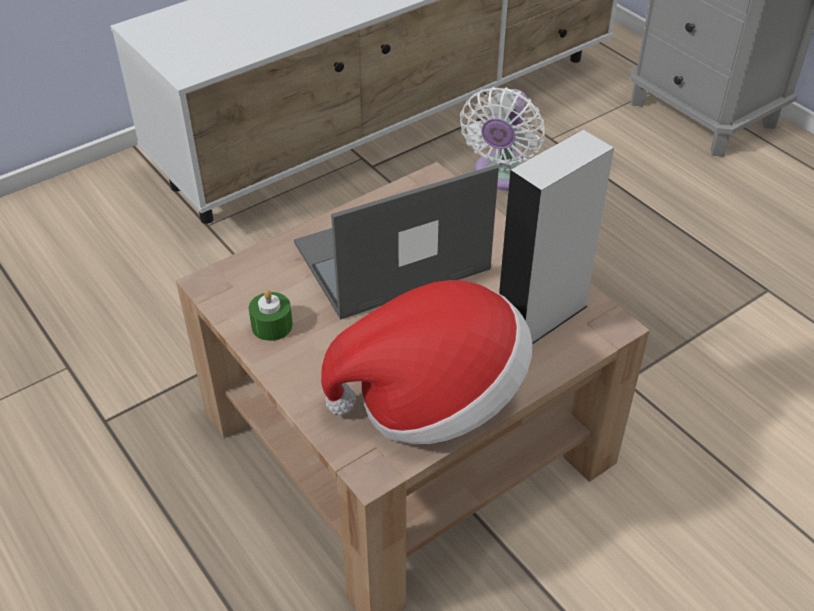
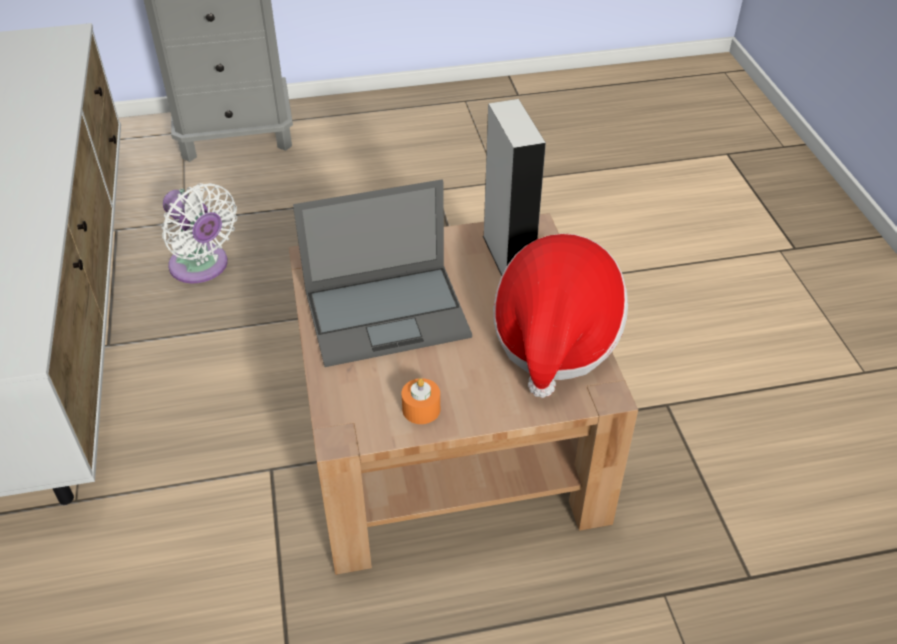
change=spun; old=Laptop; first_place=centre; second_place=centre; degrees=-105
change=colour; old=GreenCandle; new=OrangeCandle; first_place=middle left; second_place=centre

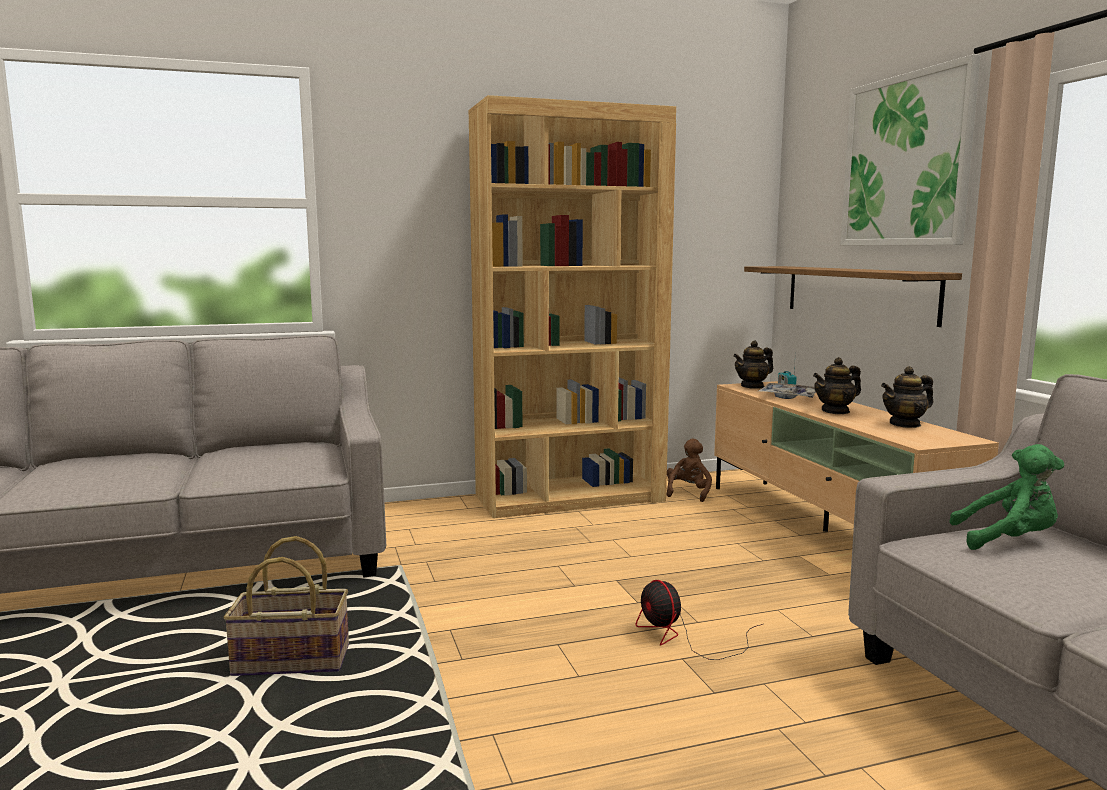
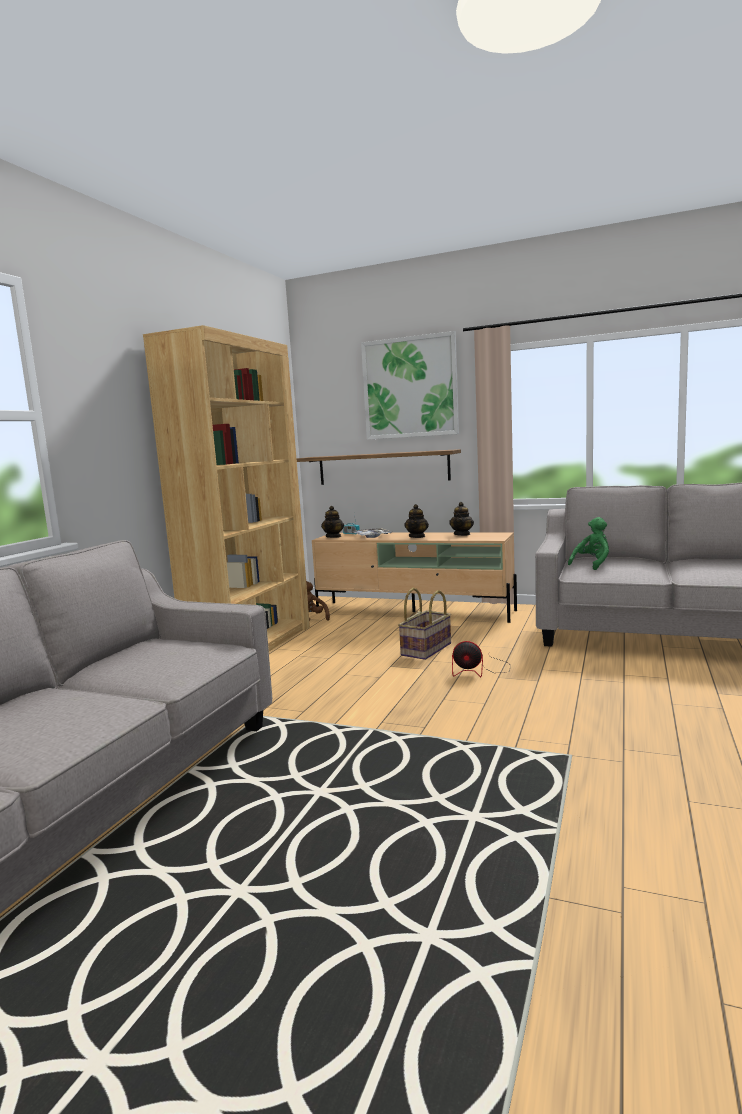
change=relocated; old=Basket; first_place=bottom left; second_place=centre

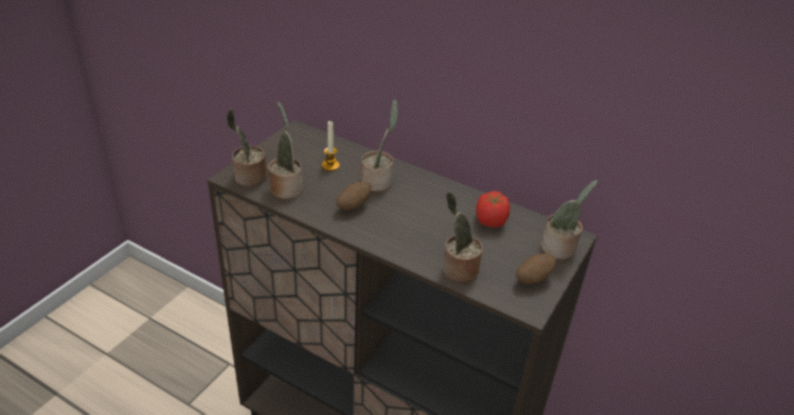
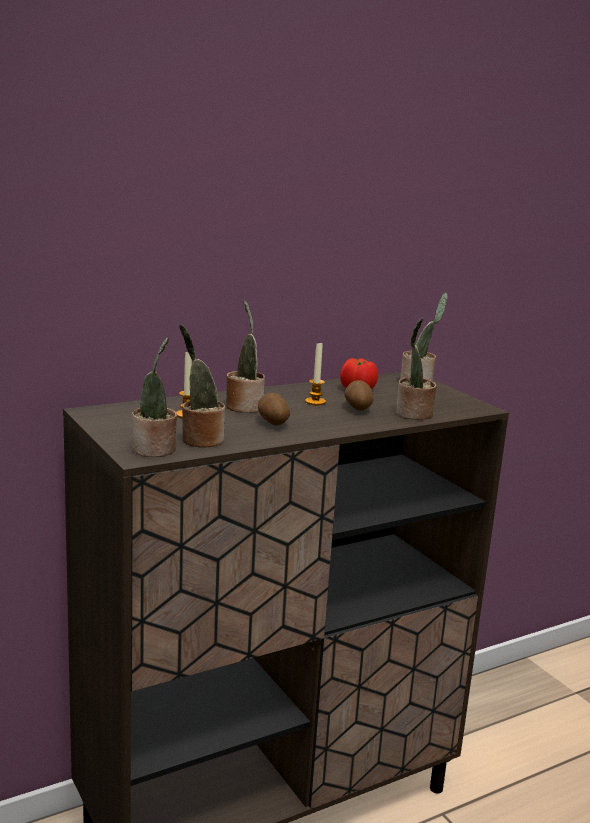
change=relocated; old=Potato (no. 2 from left); first_place=middle right; second_place=centre
change=appeared; new=Candle (no. 2 from left); second_place=centre

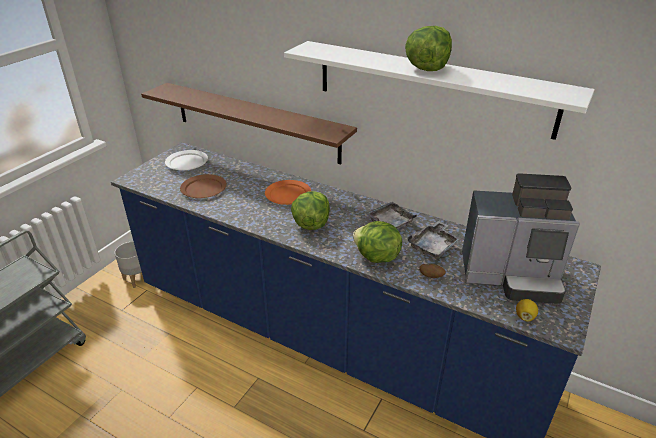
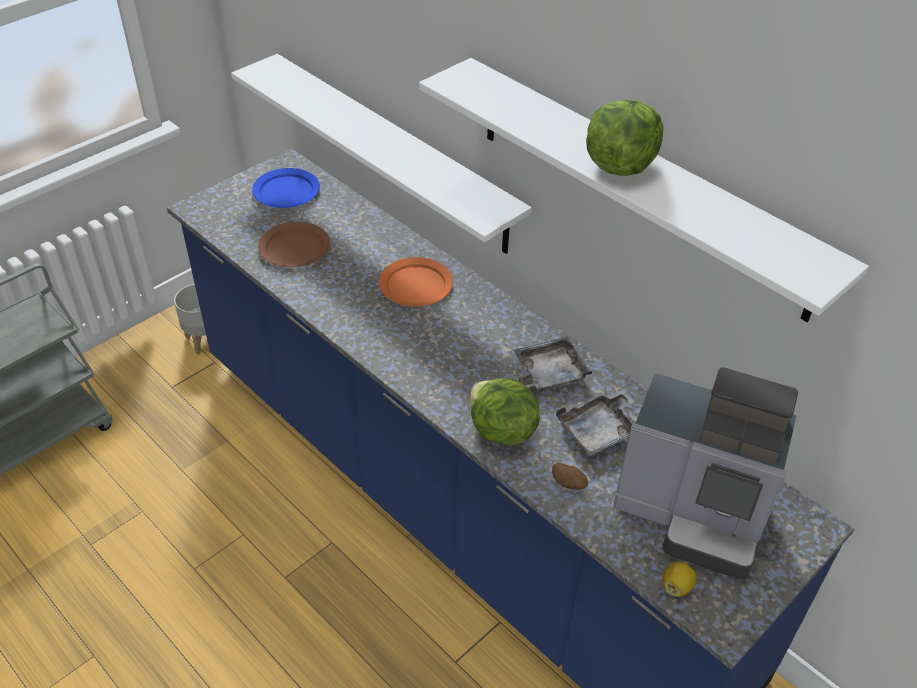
change=colour; old=BrownShelf; new=WhiteShelf (no. 1 from left); first_place=top centre; second_place=top centre
change=colour; old=WhitePlate; new=BluePlate; first_place=middle left; second_place=top left
change=missing; old=Lettuce (no. 1 from left); first_place=centre

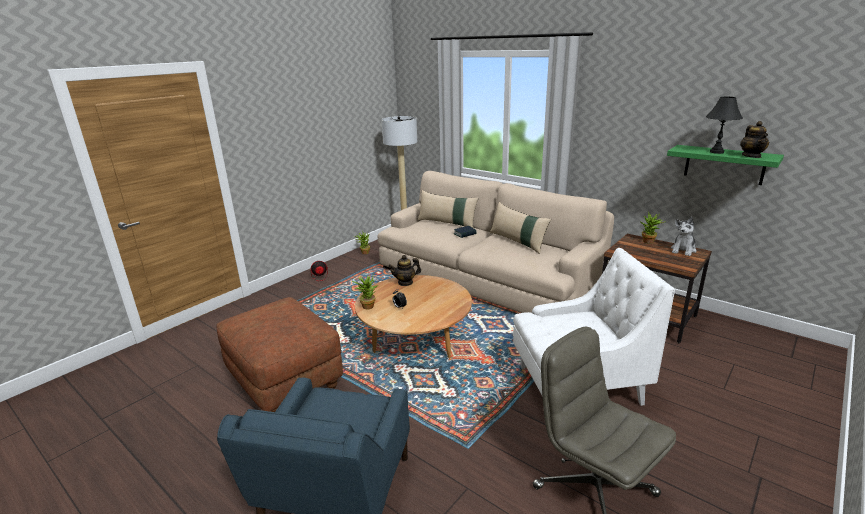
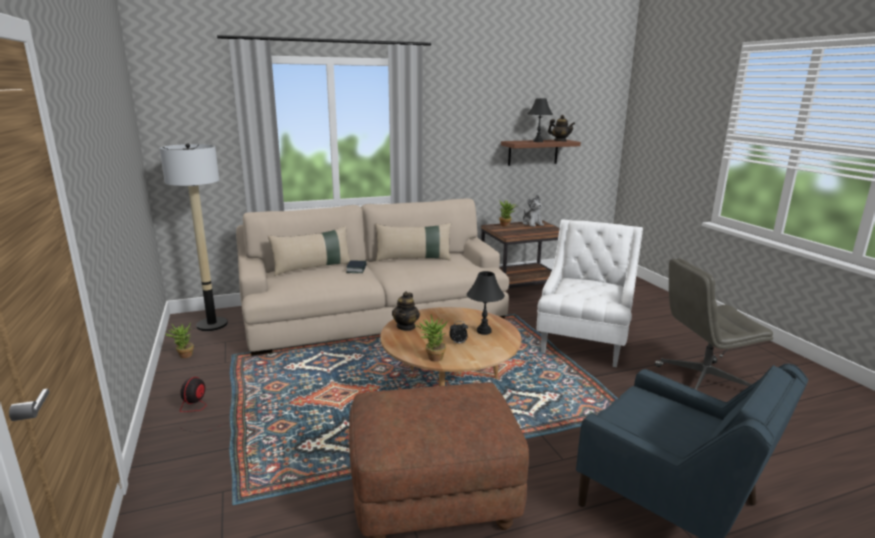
change=colour; old=GreenShelf; new=BrownShelf; first_place=top right; second_place=top centre
change=appeared; new=BlackTableLamp (no. 1 from left); second_place=centre

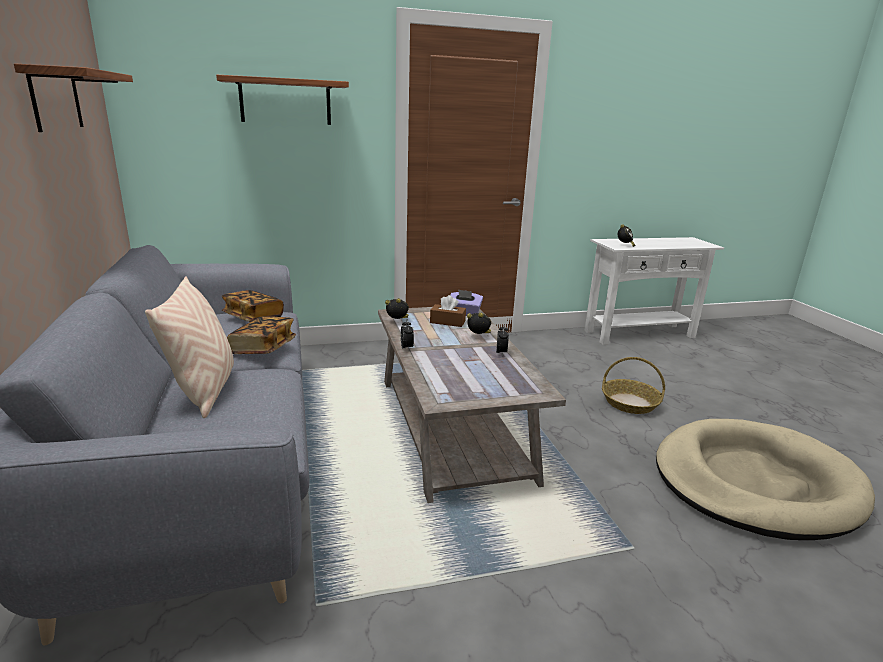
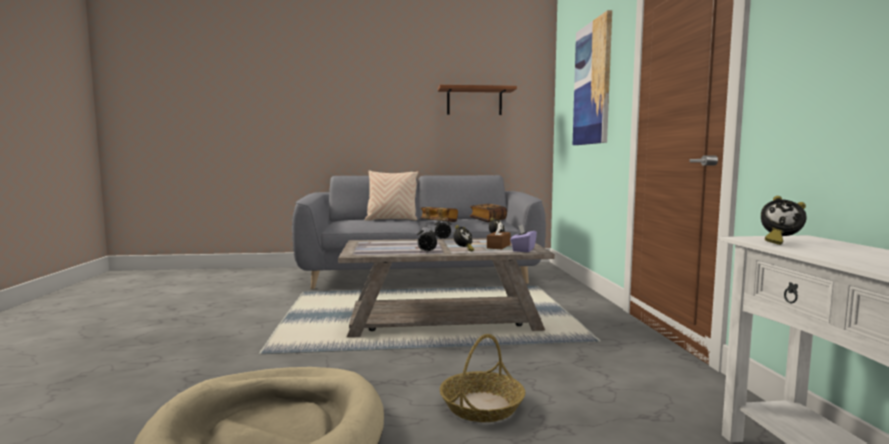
change=exchanged; old=Shelf (no. 2 from left); new=Picture; first_place=top left; second_place=top centre

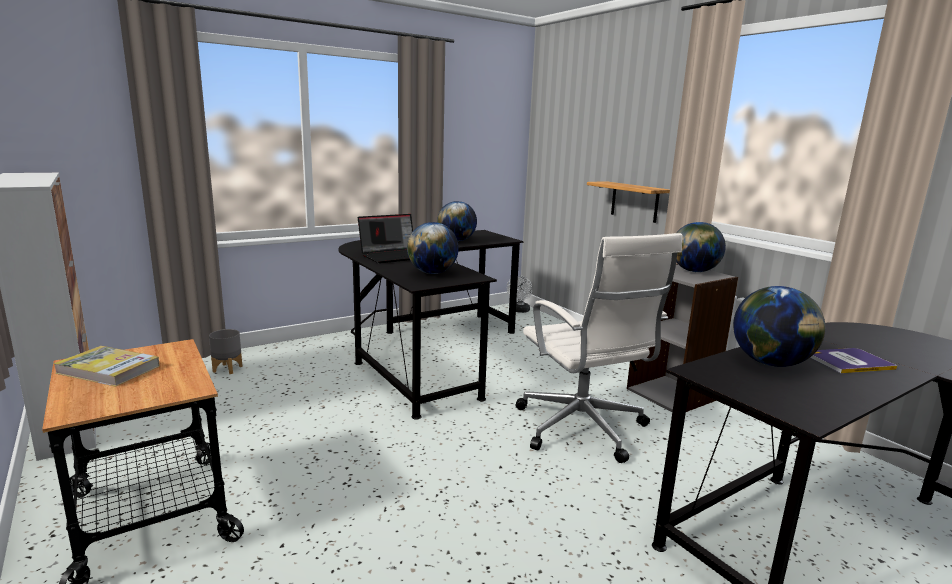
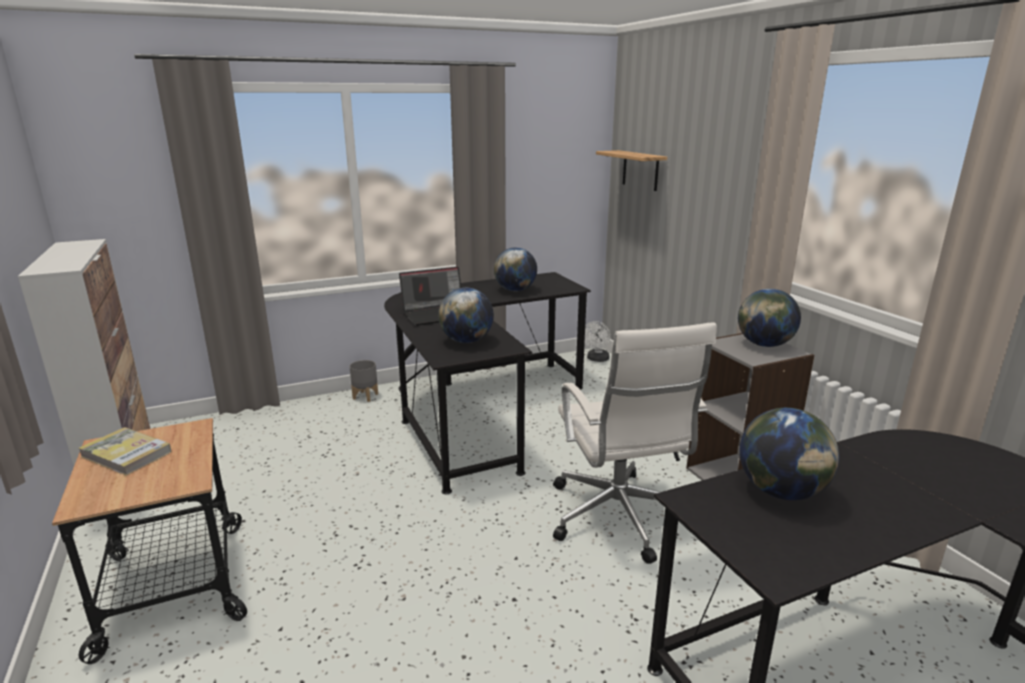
change=relocated; old=Shelf; first_place=centre; second_place=top centre
change=relocated; old=GreyPlanter; first_place=middle left; second_place=centre
change=missing; old=Book (no. 2 from left); first_place=middle right

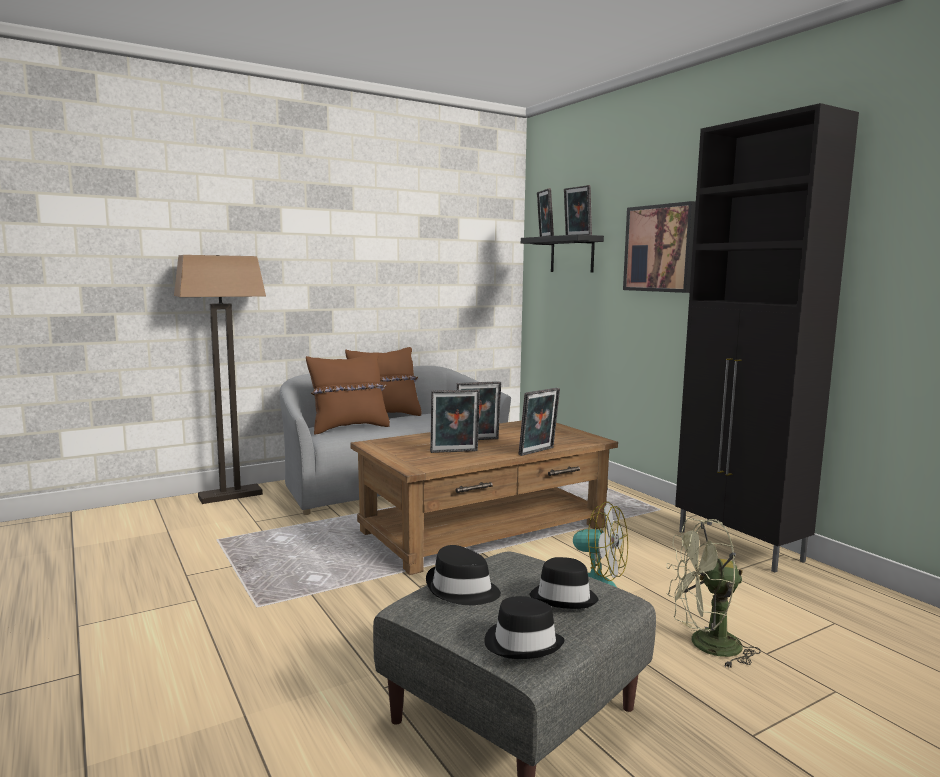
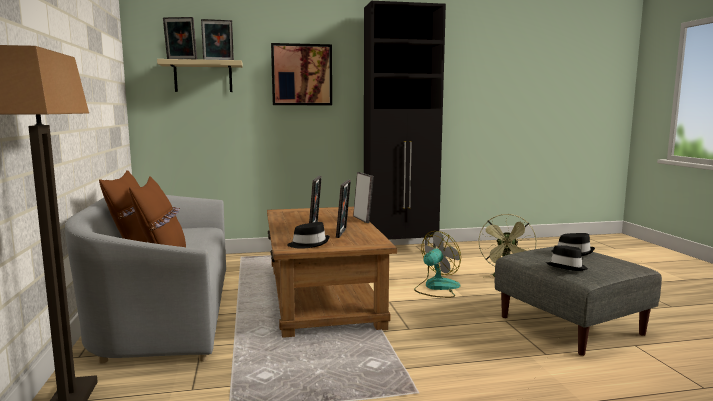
change=colour; old=BlackShelf; new=BeigeShelf; first_place=top centre; second_place=top left
change=relocated; old=BlackHat (no. 2 from left in the first image); new=BlackHat (no. 1 from left); first_place=bottom centre; second_place=centre

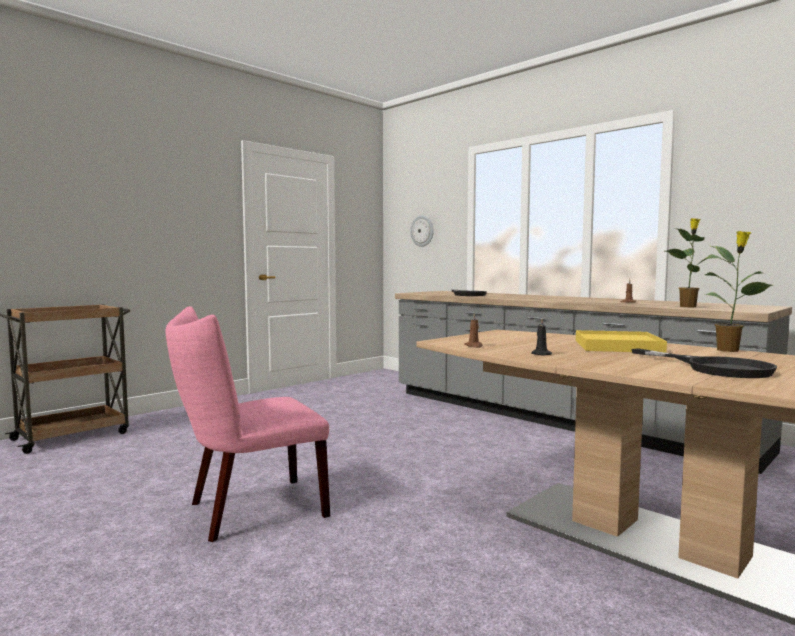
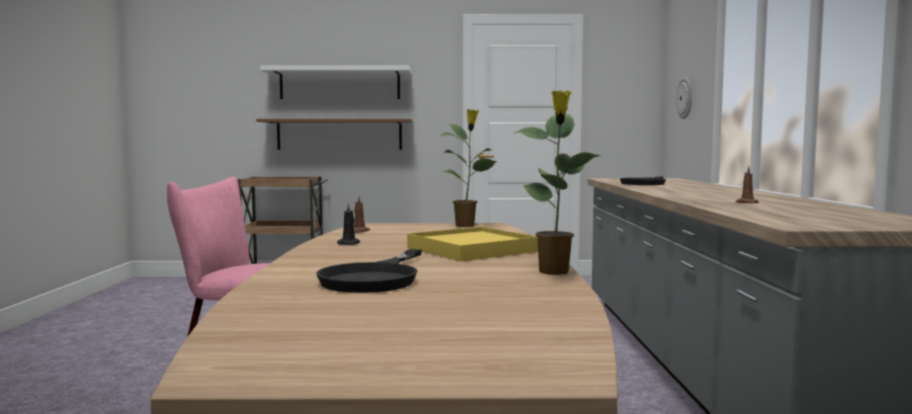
change=relocated; old=PottedPlant (no. 1 from left); first_place=middle right; second_place=centre
change=appeared; new=WhiteShelf; second_place=top centre
change=appeared; new=BrownShelf; second_place=top centre

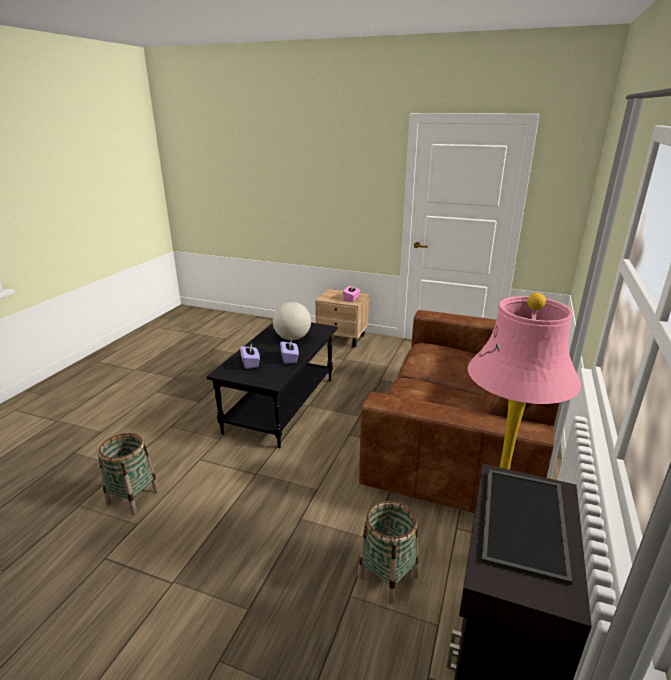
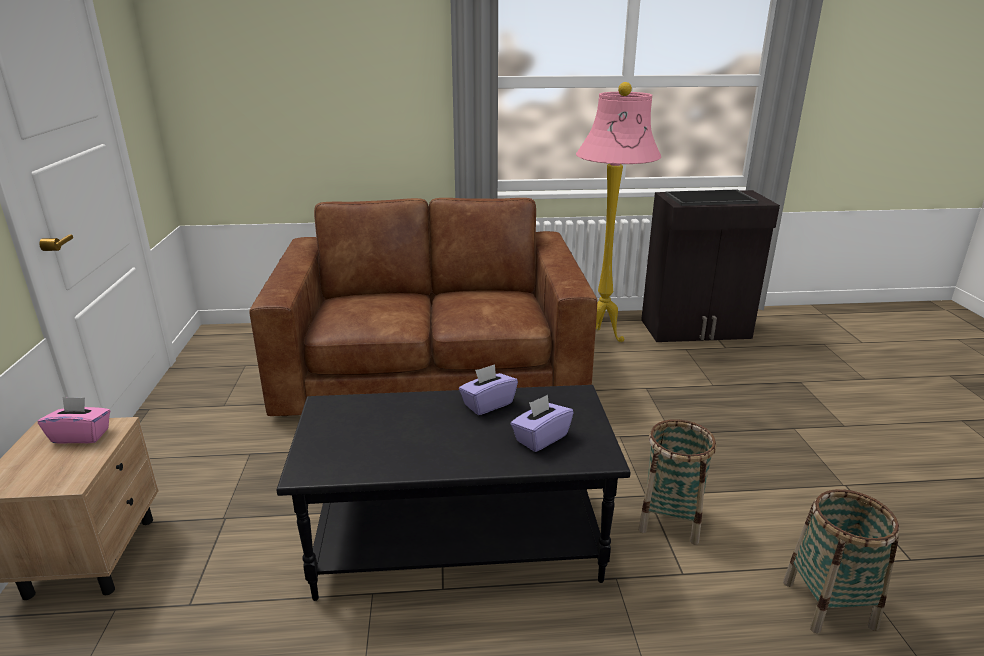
change=missing; old=Globe; first_place=centre
change=relocated; old=Basket (no. 2 from left in the first image); new=Basket (no. 1 from left); first_place=bottom centre; second_place=bottom right

